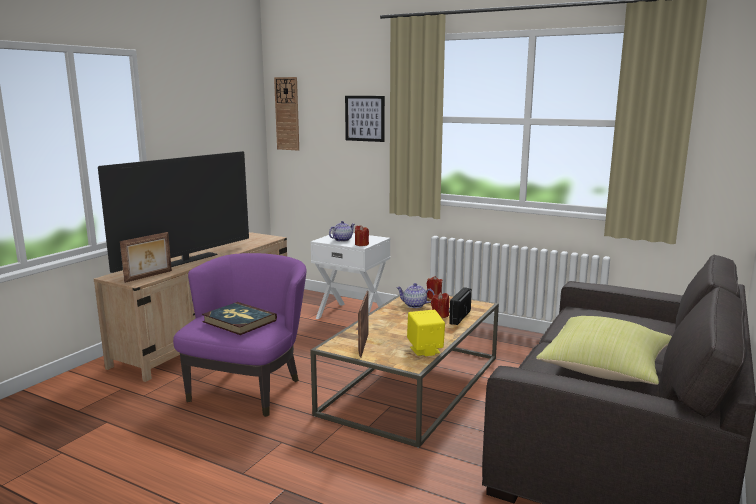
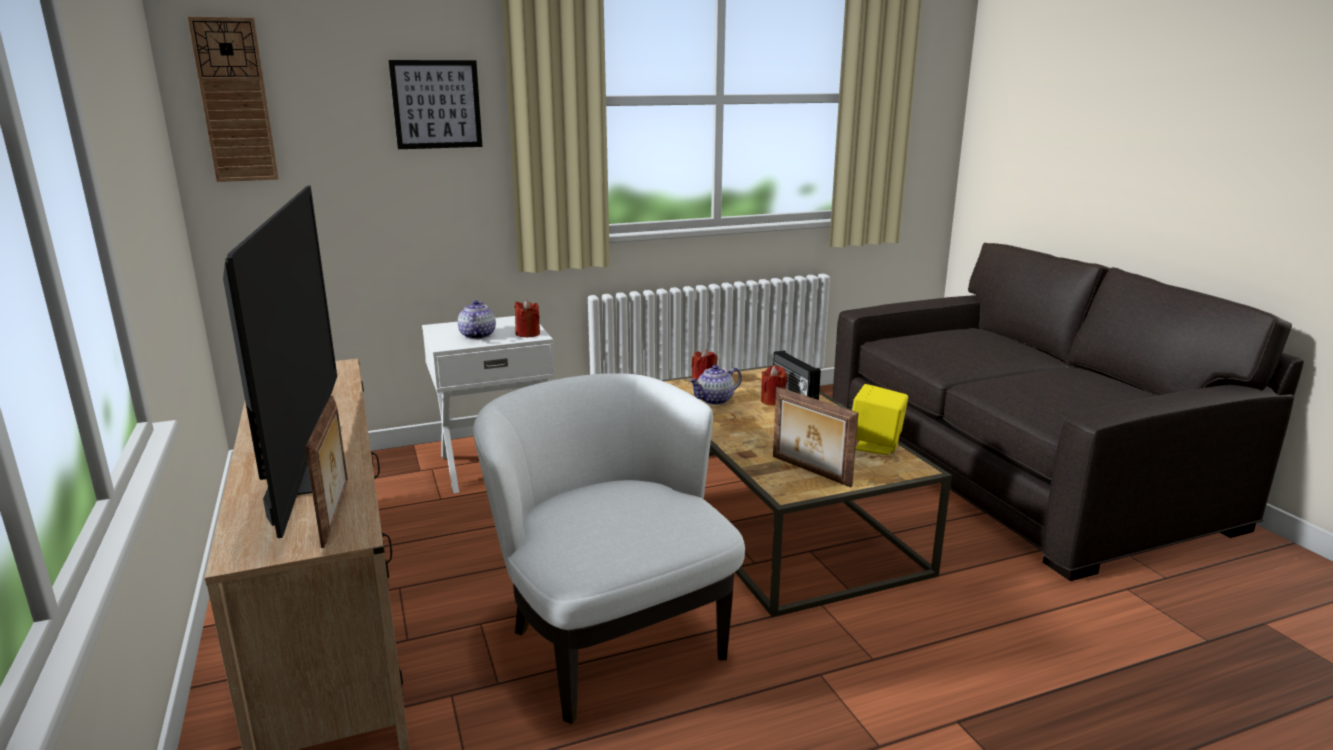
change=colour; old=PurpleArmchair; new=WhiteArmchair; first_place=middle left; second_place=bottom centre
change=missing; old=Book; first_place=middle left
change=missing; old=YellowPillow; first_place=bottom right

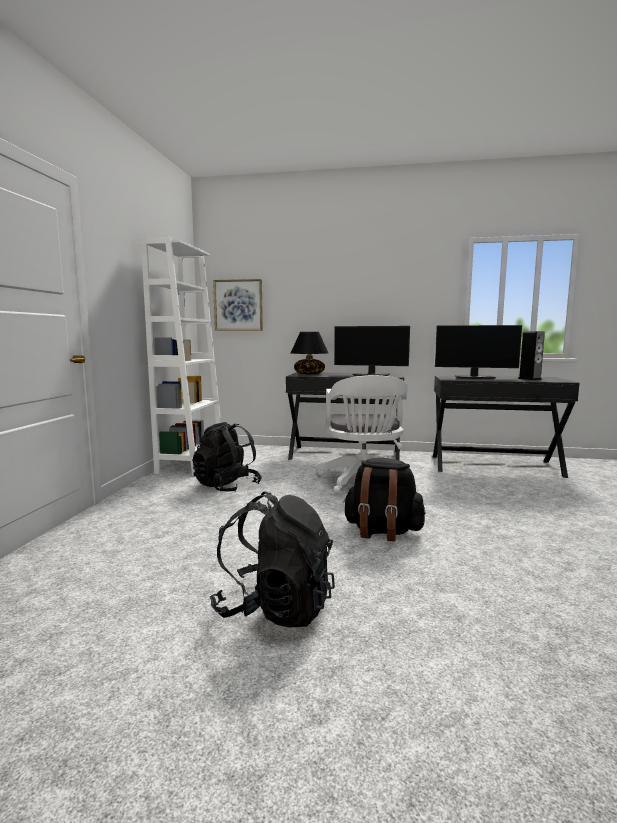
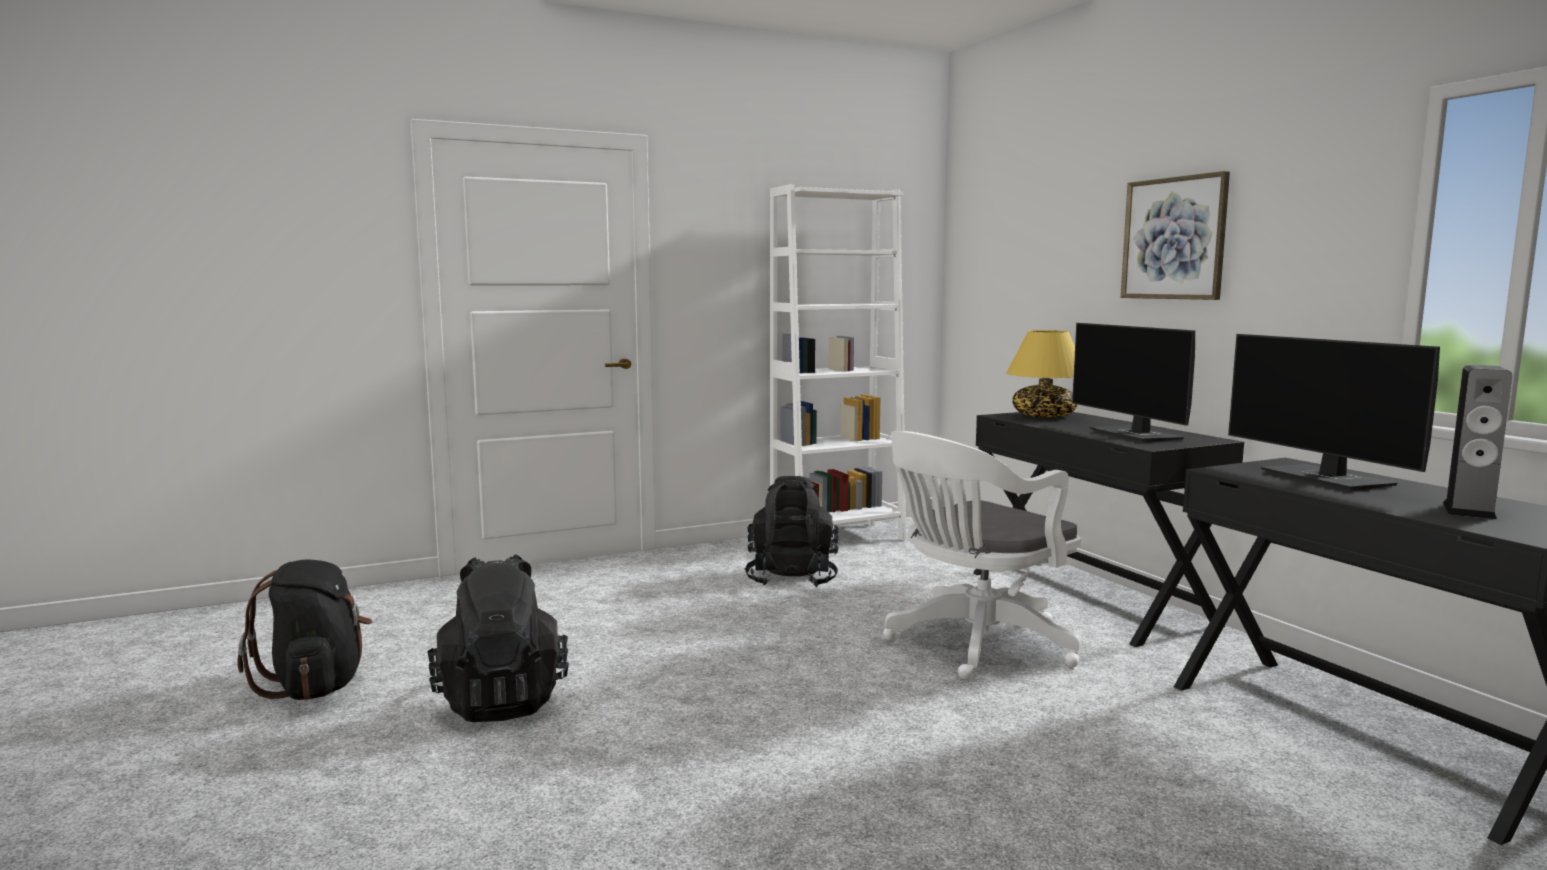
change=relocated; old=Picture; first_place=centre; second_place=top right
change=colour; old=BlackTableLamp; new=YellowTableLamp; first_place=centre; second_place=middle right
change=relocated; old=BlackBackpack (no. 3 from left in the first image); new=BlackBackpack (no. 1 from left); first_place=centre; second_place=bottom left

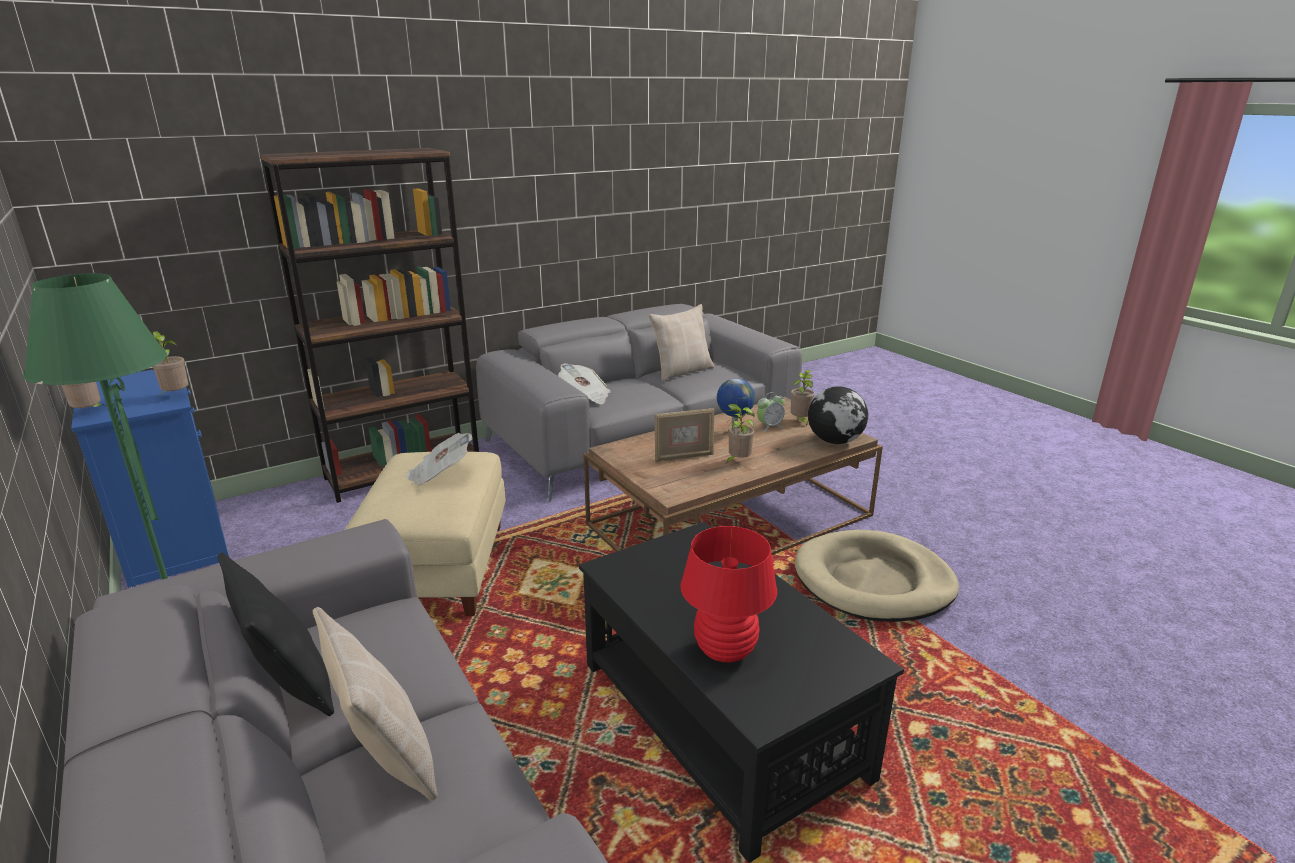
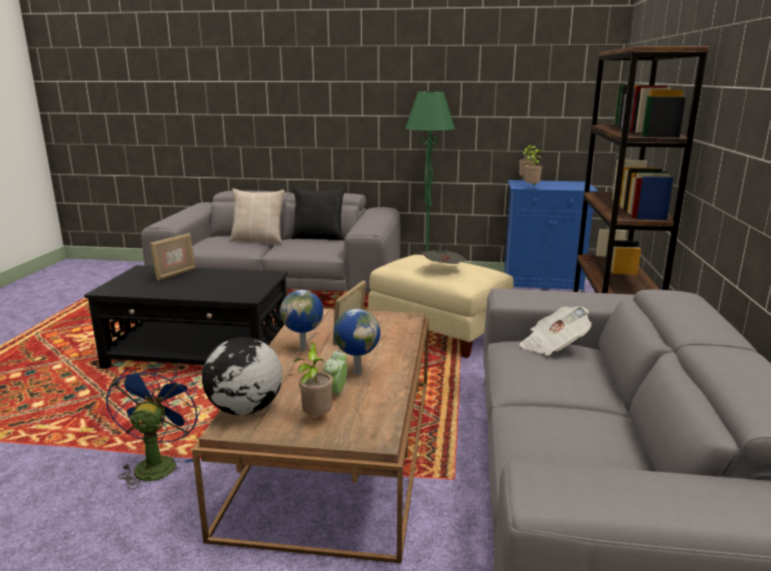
change=missing; old=BeigePillow (no. 2 from left); first_place=centre
change=exchanged; old=PottedPlant (no. 3 from left); new=Globe (no. 2 from left); first_place=centre; second_place=centre
change=exchanged; old=RedTableLamp; new=PictureFrame (no. 1 from left); first_place=bottom centre; second_place=middle left
change=exchanged; old=BeigeDogBed; new=BlueFan; first_place=bottom right; second_place=bottom left

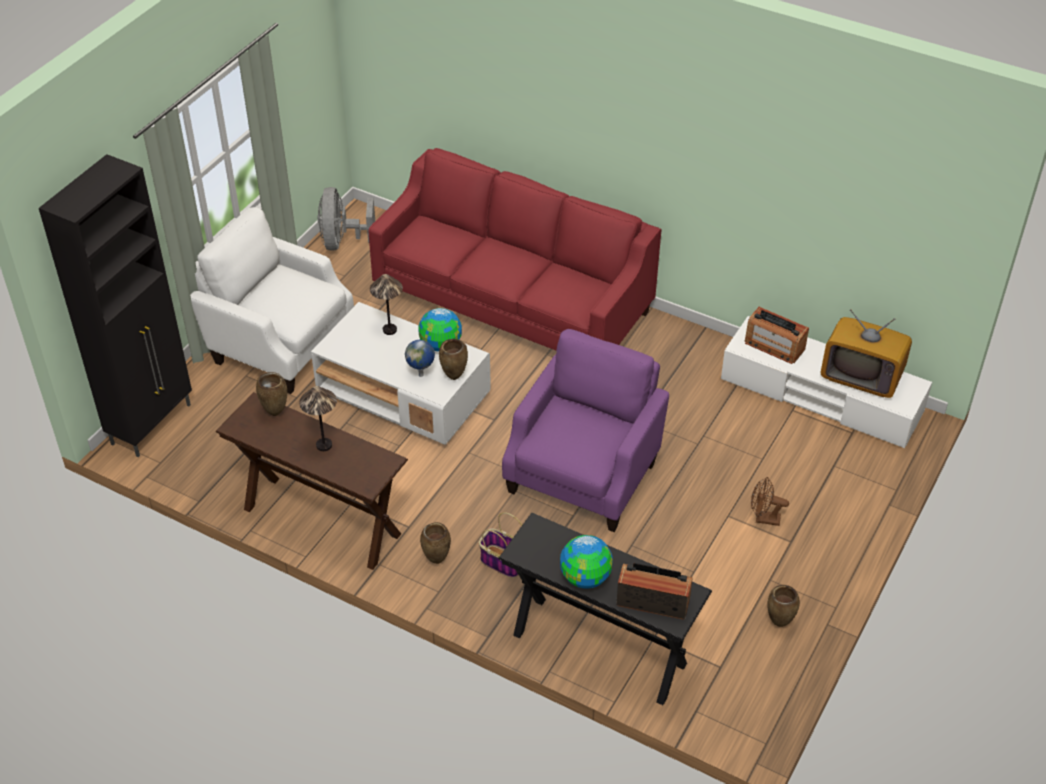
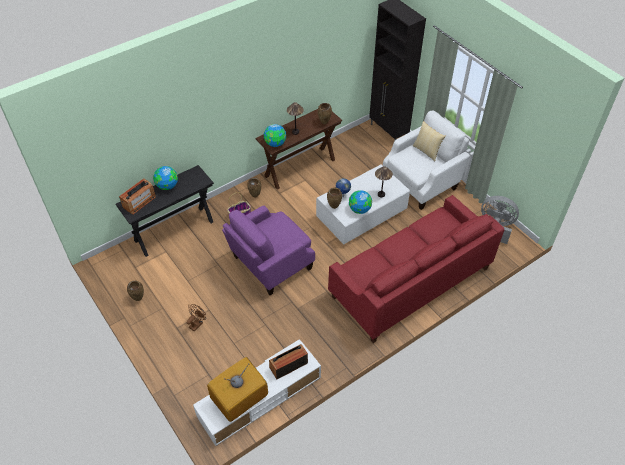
change=spun; old=PurpleArmchair; first_place=centre; second_place=centre; degrees=90
change=appeared; new=Pillow; second_place=top right
change=appeared; new=Globe (no. 2 from left); second_place=top centre

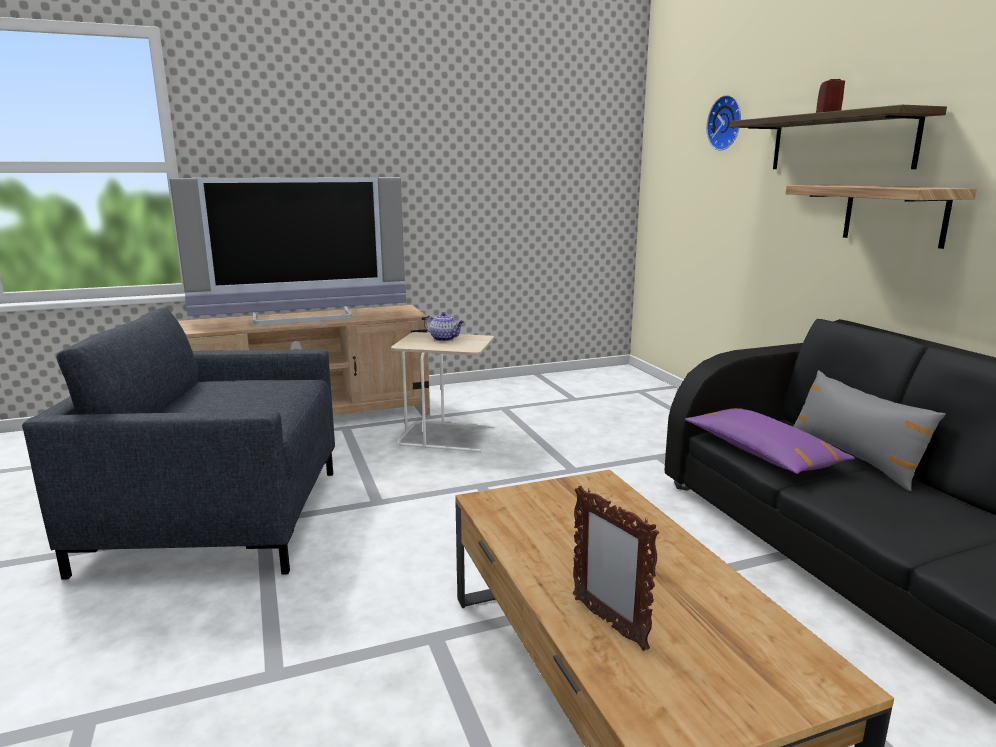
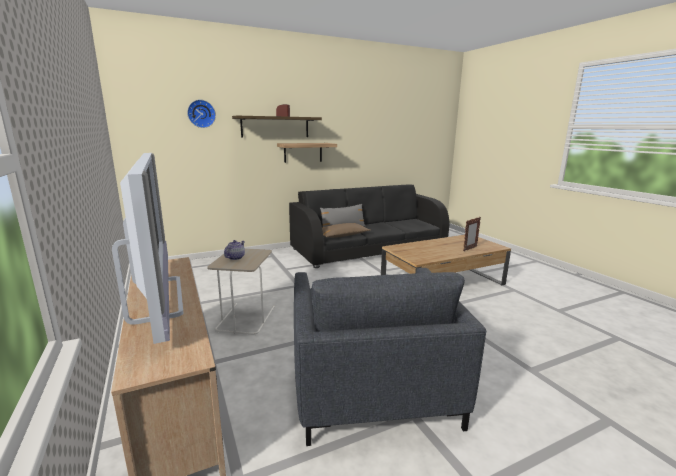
change=colour; old=PurplePillow; new=BrownPillow; first_place=middle right; second_place=centre

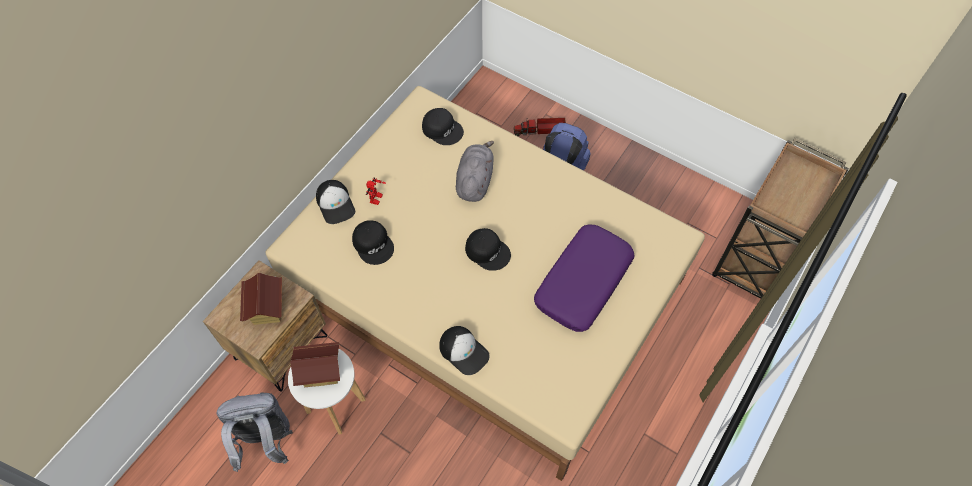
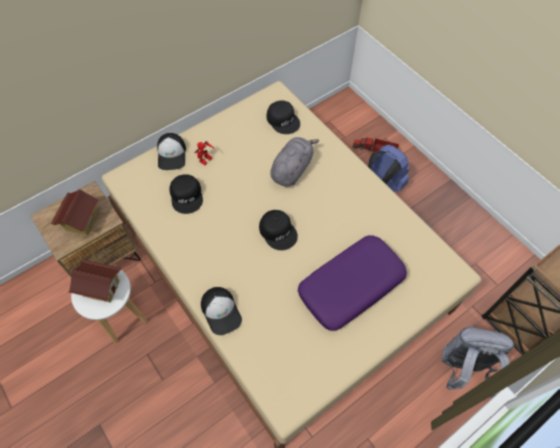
change=relocated; old=GreyBackpack; first_place=bottom left; second_place=bottom right

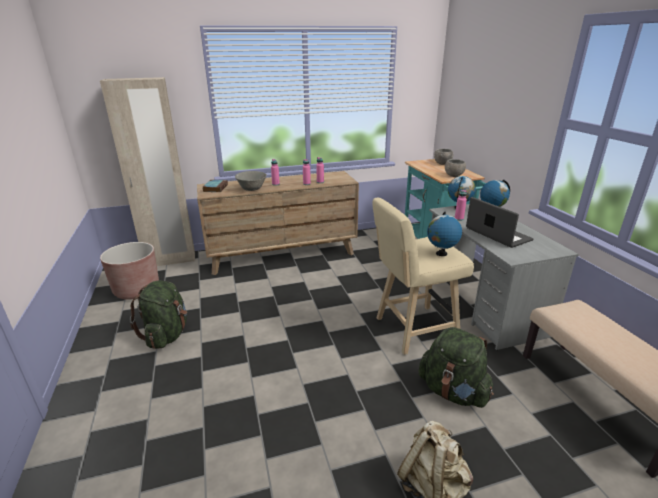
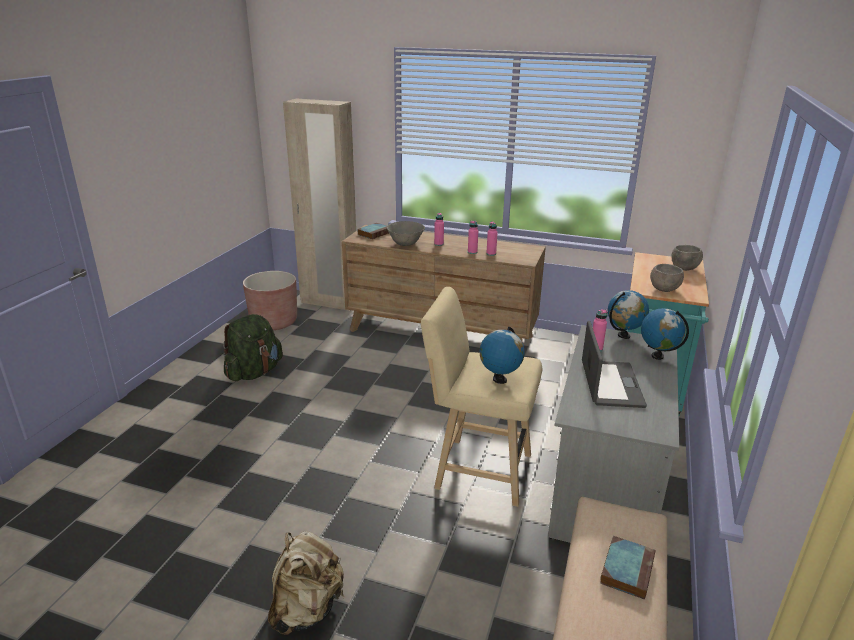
change=missing; old=GreenBackpack (no. 2 from left); first_place=bottom right
change=appeared; new=Book (no. 2 from left); second_place=bottom right

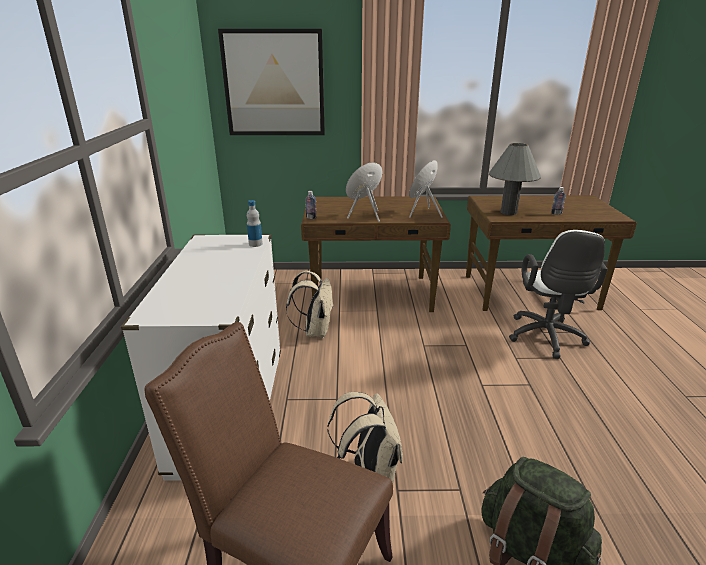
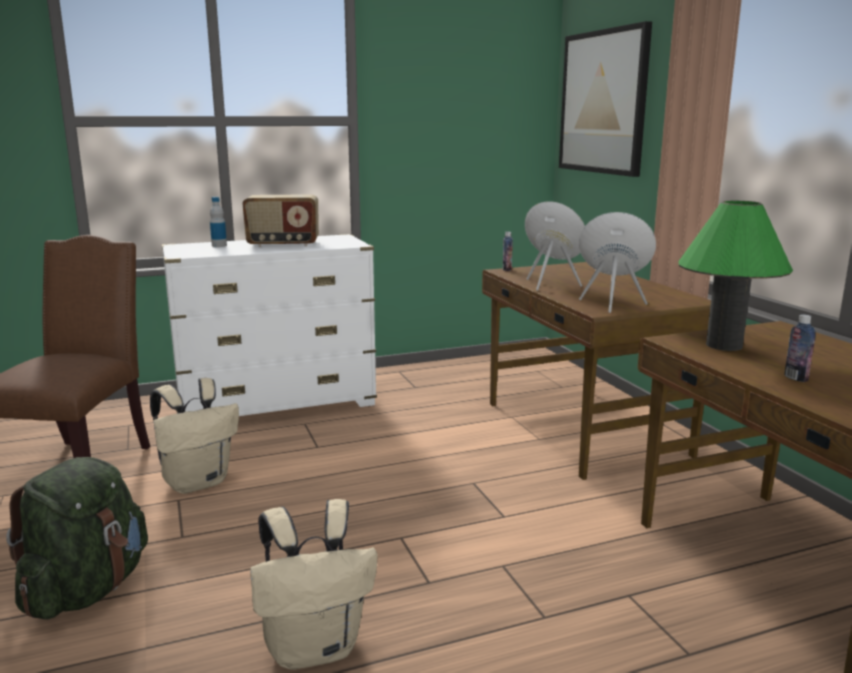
change=colour; old=GreyTableLamp; new=GreenTableLamp; first_place=top right; second_place=middle right
change=relocated; old=Bottle (no. 1 from left); first_place=centre; second_place=top left
change=missing; old=WhiteOfficeChair; first_place=middle right
change=relocated; old=BeigeBackpack (no. 1 from left in the first image); new=BeigeBackpack (no. 2 from left); first_place=centre; second_place=bottom centre
change=appeared; new=Radio; second_place=top left

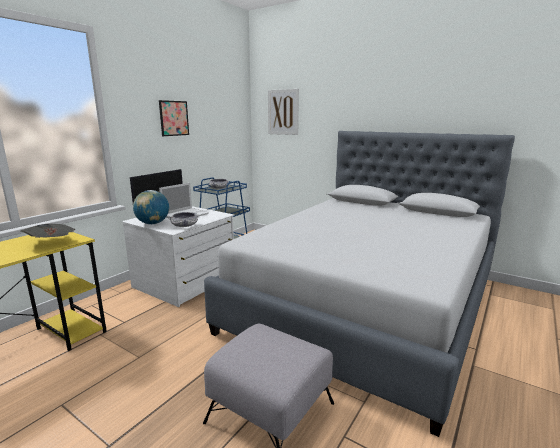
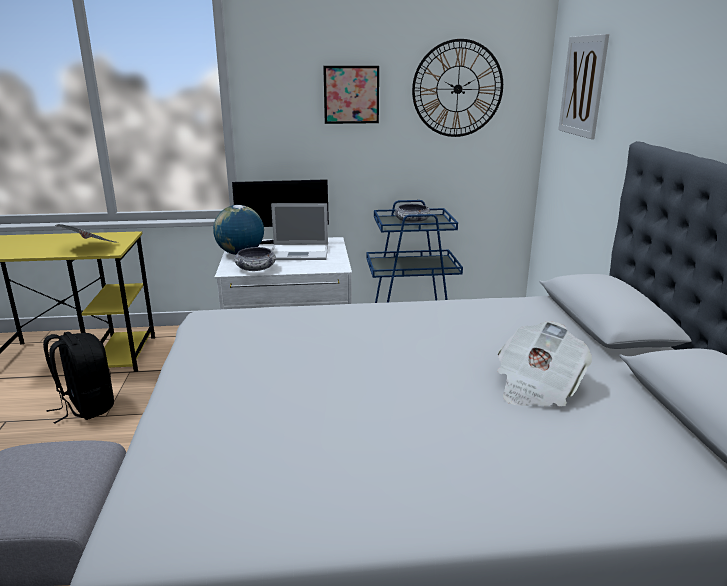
change=appeared; new=WallClock; second_place=top centre
change=appeared; new=Newspaper (no. 2 from left); second_place=middle right
change=appeared; new=BlackBackpack; second_place=middle left

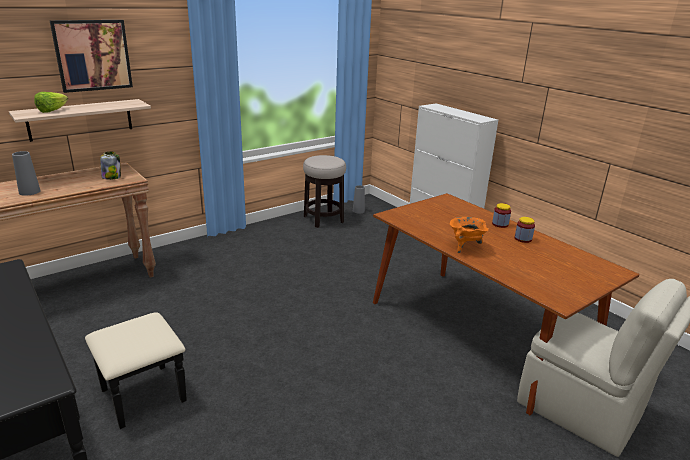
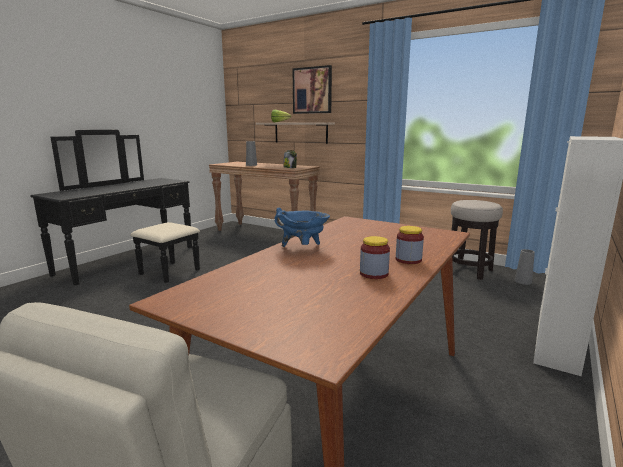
change=colour; old=OrangeCookingPot; new=BlueCookingPot; first_place=middle right; second_place=centre

